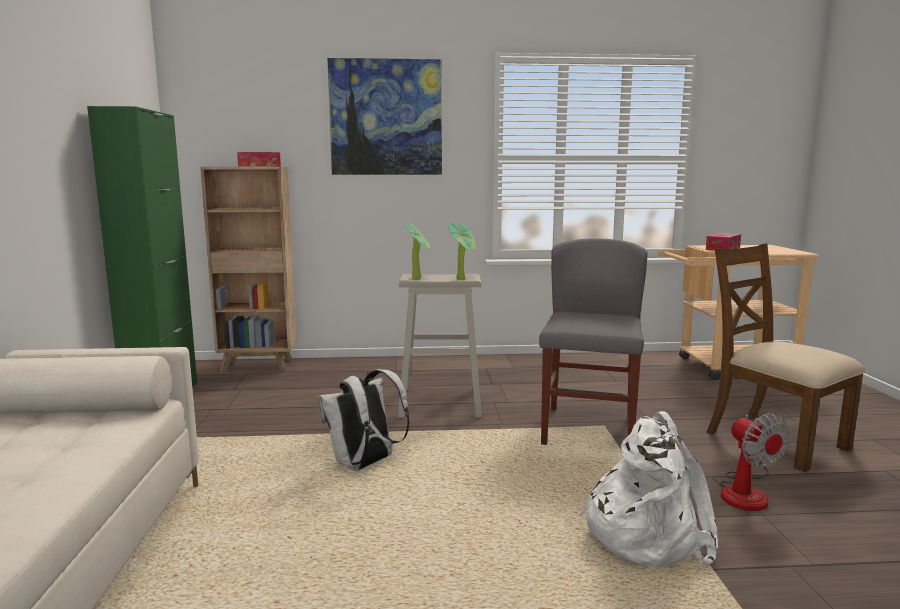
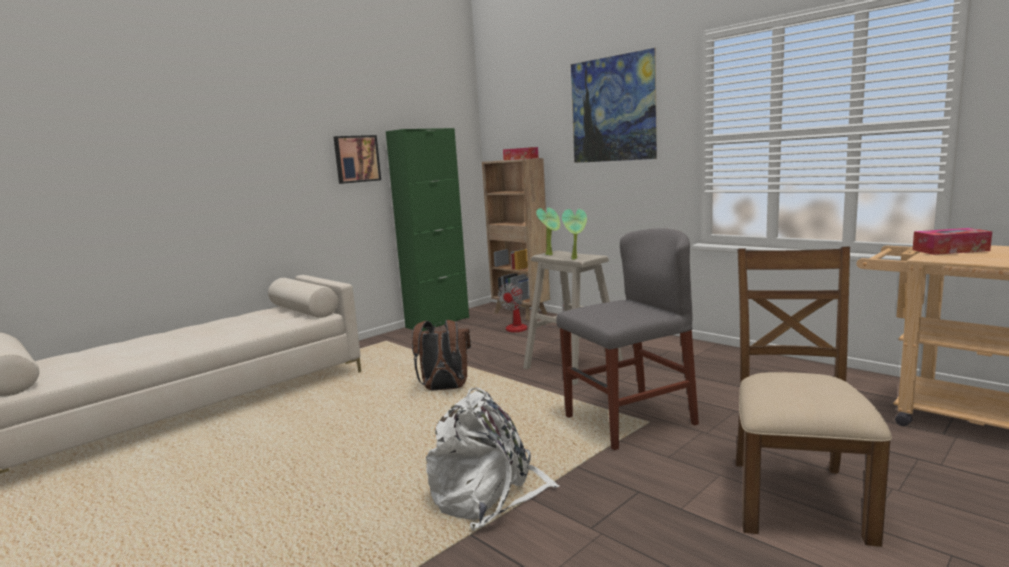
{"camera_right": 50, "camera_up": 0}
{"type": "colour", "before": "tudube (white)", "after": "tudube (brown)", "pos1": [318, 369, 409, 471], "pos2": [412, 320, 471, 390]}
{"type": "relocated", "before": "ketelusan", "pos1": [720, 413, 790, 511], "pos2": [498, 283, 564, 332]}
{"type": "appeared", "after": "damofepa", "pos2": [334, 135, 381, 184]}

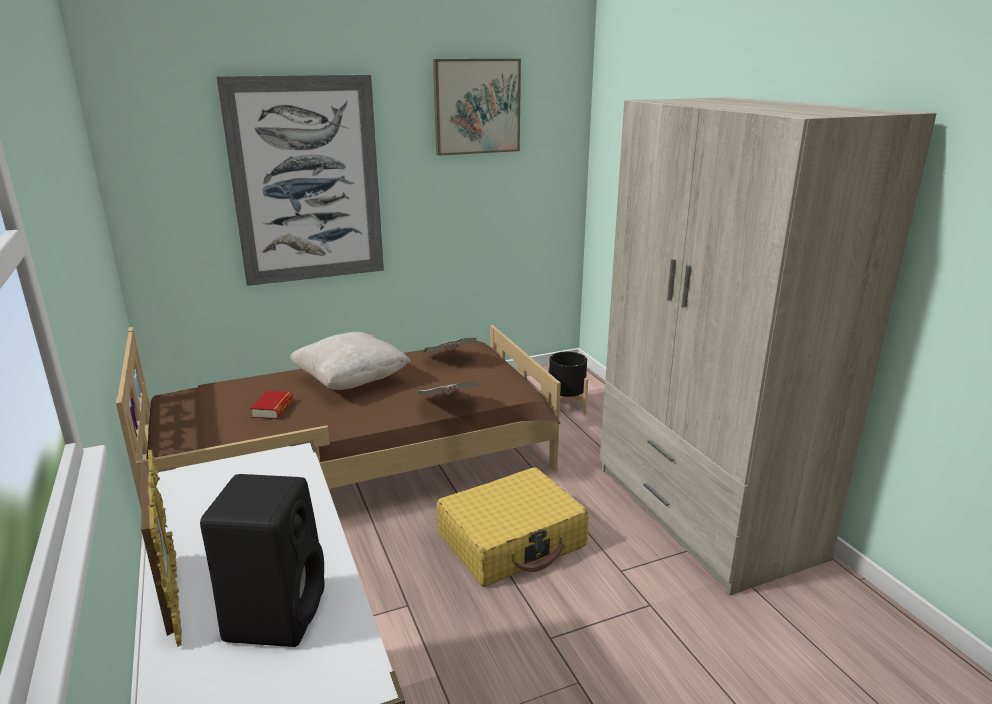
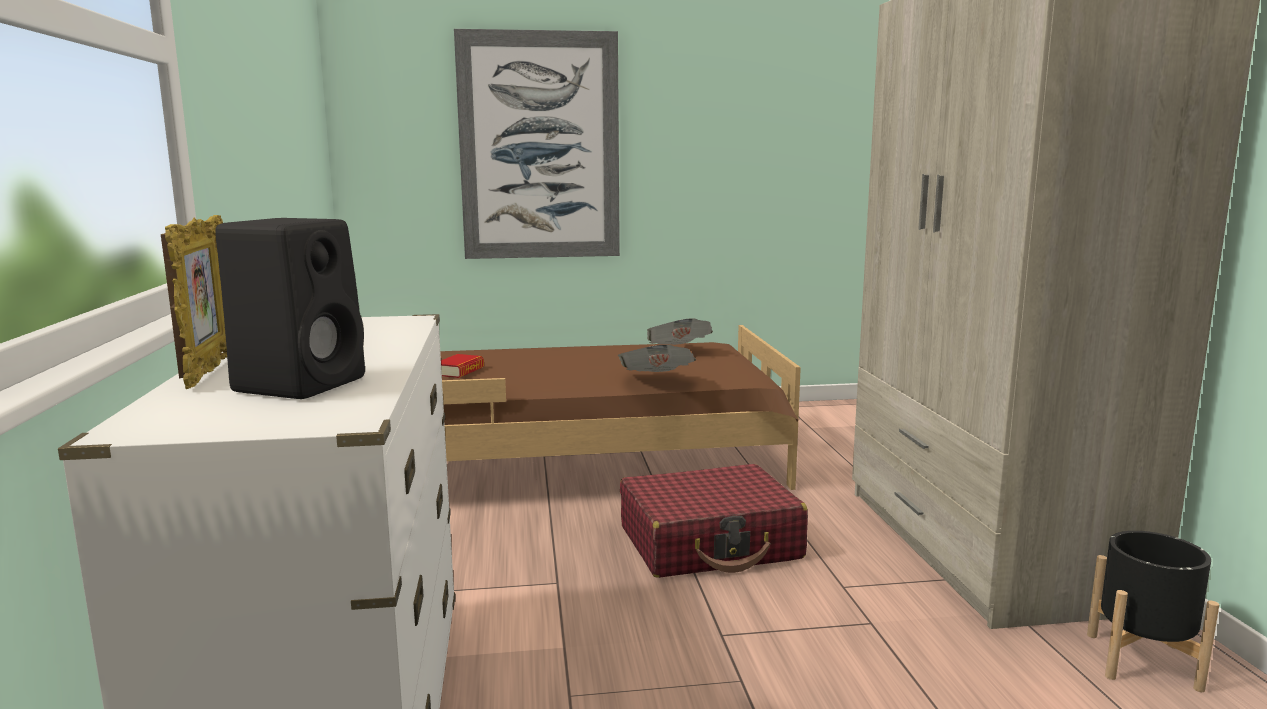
{"camera_right": 15, "camera_up": -10}
{"type": "missing", "before": "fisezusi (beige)", "pos1": [290, 332, 411, 390]}
{"type": "missing", "before": "damofepa", "pos1": [433, 59, 521, 156]}
{"type": "colour", "before": "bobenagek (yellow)", "after": "bobenagek (red)", "pos1": [436, 467, 589, 586], "pos2": [620, 464, 808, 578]}
{"type": "relocated", "before": "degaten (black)", "pos1": [548, 352, 588, 416], "pos2": [1087, 531, 1219, 692]}

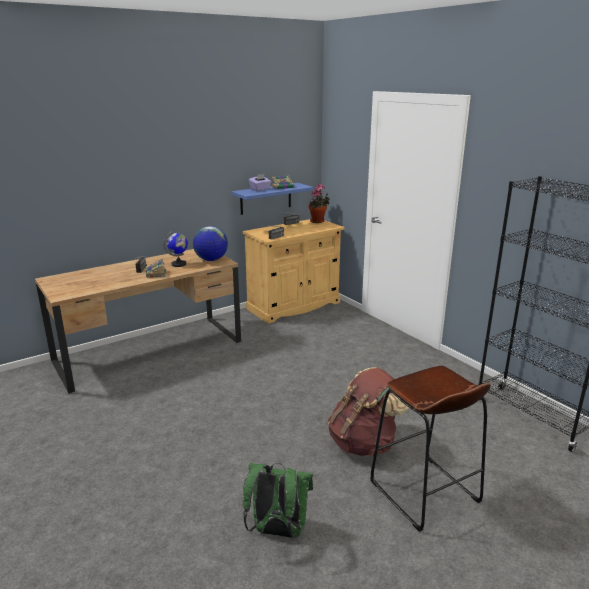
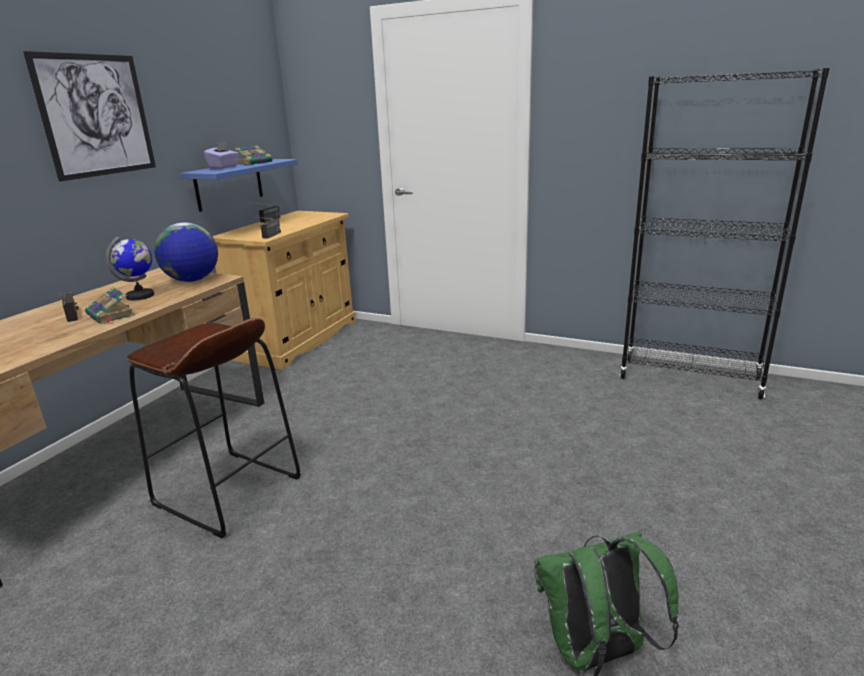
{"camera_right": -30, "camera_up": 0}
{"type": "missing", "before": "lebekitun", "pos1": [308, 184, 330, 223]}
{"type": "missing", "before": "tudube (brown)", "pos1": [327, 367, 409, 456]}
{"type": "relocated", "before": "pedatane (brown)", "pos1": [370, 366, 490, 532], "pos2": [127, 318, 301, 538]}
{"type": "appeared", "after": "damofepa", "pos2": [23, 51, 156, 181]}

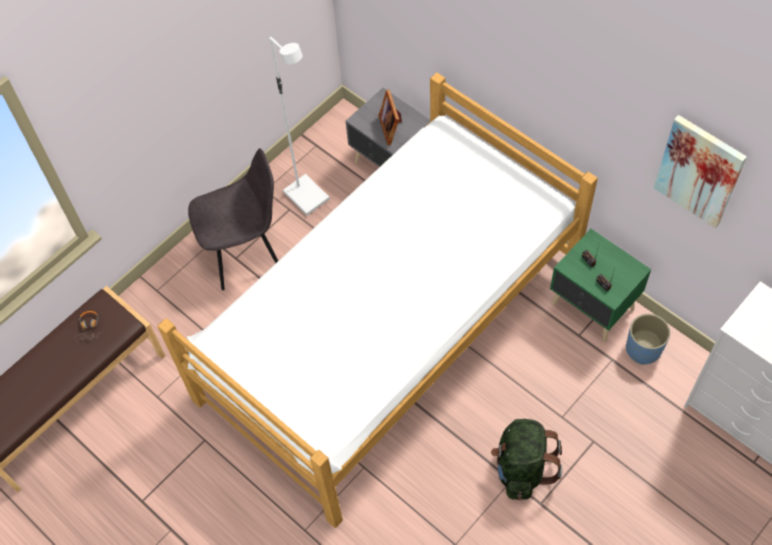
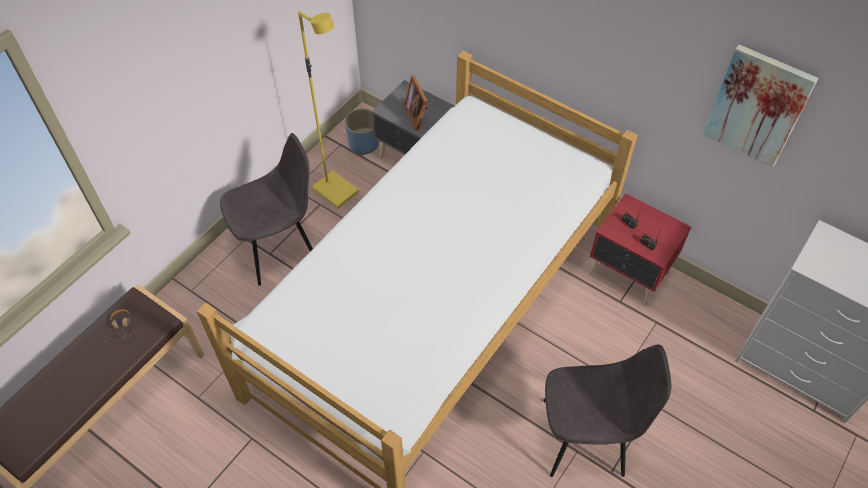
{"camera_right": -10, "camera_up": -5}
{"type": "colour", "before": "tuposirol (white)", "after": "tuposirol (yellow)", "pos1": [269, 37, 330, 216], "pos2": [298, 11, 359, 209]}
{"type": "exchanged", "before": "tudube (green)", "after": "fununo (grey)", "pos1": [491, 419, 563, 500], "pos2": [543, 345, 671, 477]}
{"type": "colour", "before": "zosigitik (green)", "after": "zosigitik (red)", "pos1": [550, 229, 651, 342], "pos2": [588, 193, 691, 306]}
{"type": "relocated", "before": "degaten (blue)", "pos1": [626, 314, 670, 365], "pos2": [345, 108, 379, 155]}

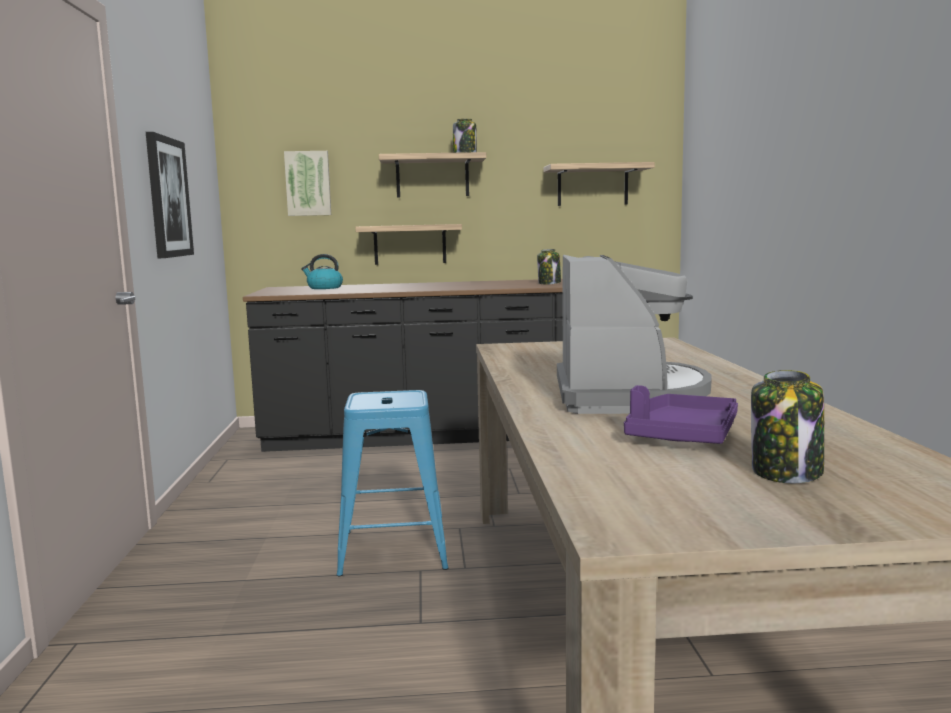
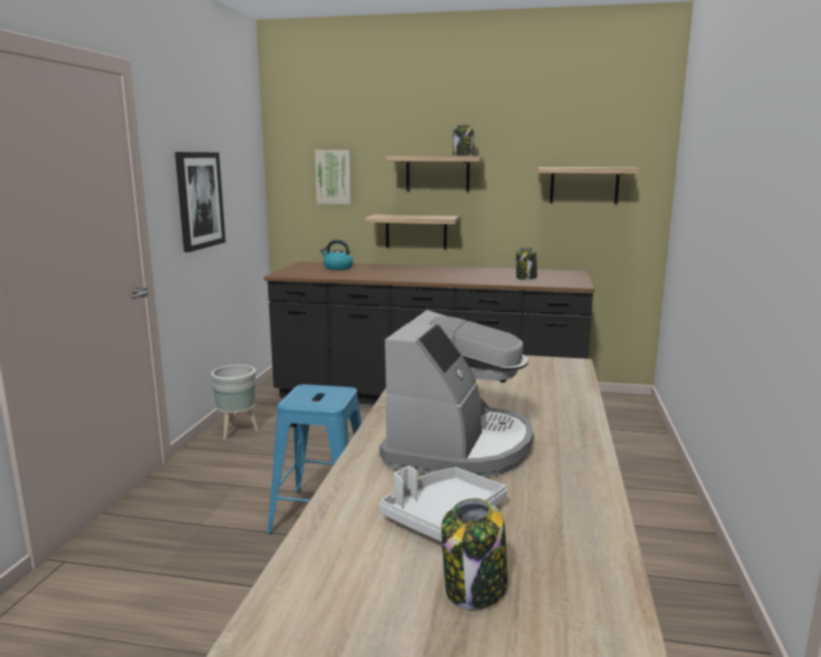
{"camera_right": 15, "camera_up": 5}
{"type": "colour", "before": "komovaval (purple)", "after": "komovaval (grey)", "pos1": [624, 385, 738, 444], "pos2": [379, 466, 507, 542]}
{"type": "appeared", "after": "degaten (grey)", "pos2": [211, 365, 259, 440]}

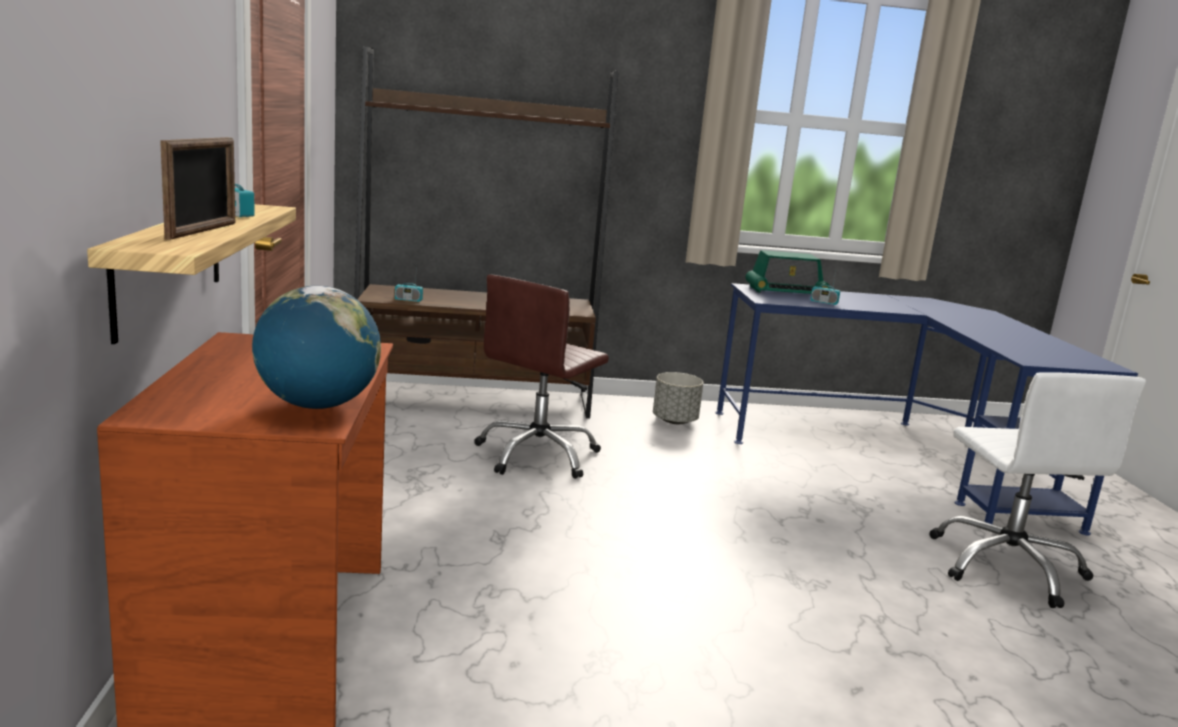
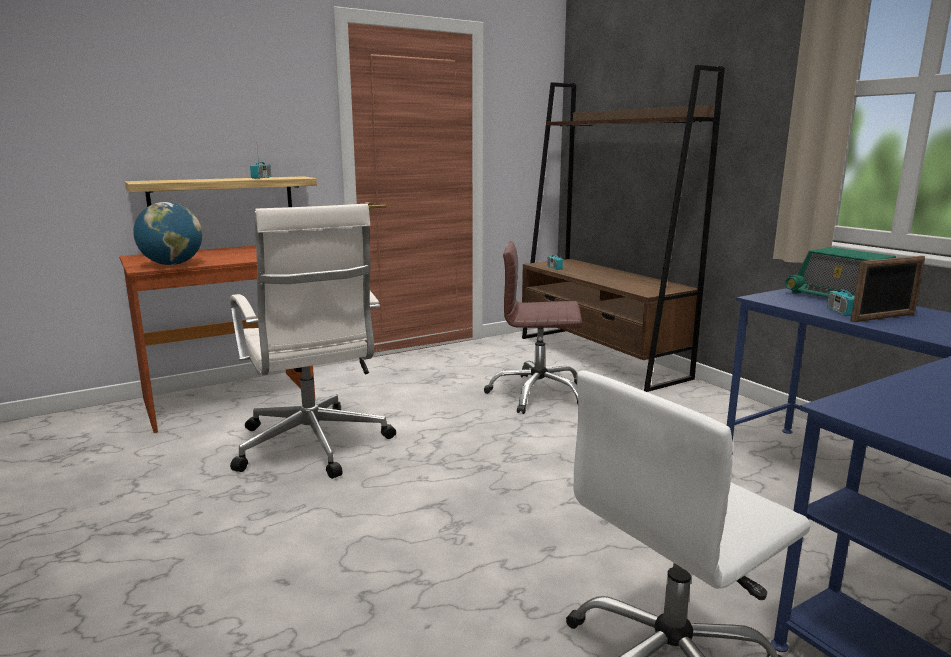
{"camera_right": 65, "camera_up": 0}
{"type": "relocated", "before": "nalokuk", "pos1": [160, 137, 235, 240], "pos2": [851, 256, 925, 322]}
{"type": "missing", "before": "degaten (grey)", "pos1": [653, 372, 703, 424]}
{"type": "appeared", "after": "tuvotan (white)", "pos2": [230, 204, 396, 479]}

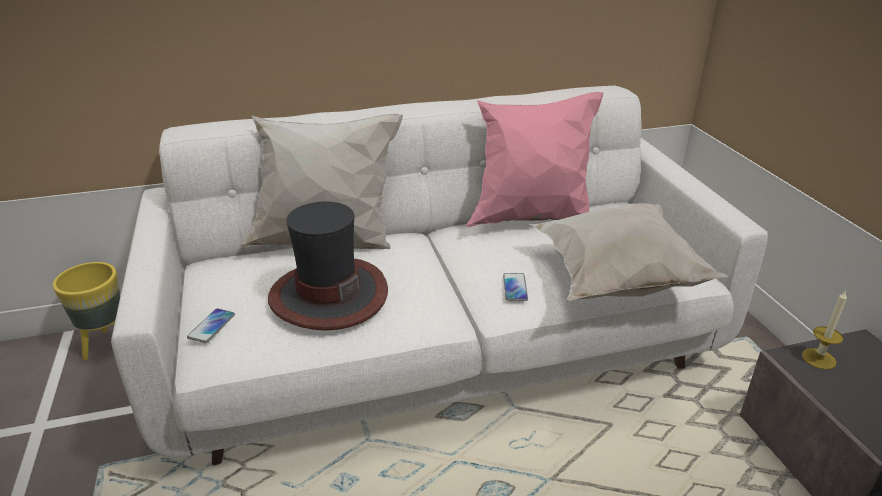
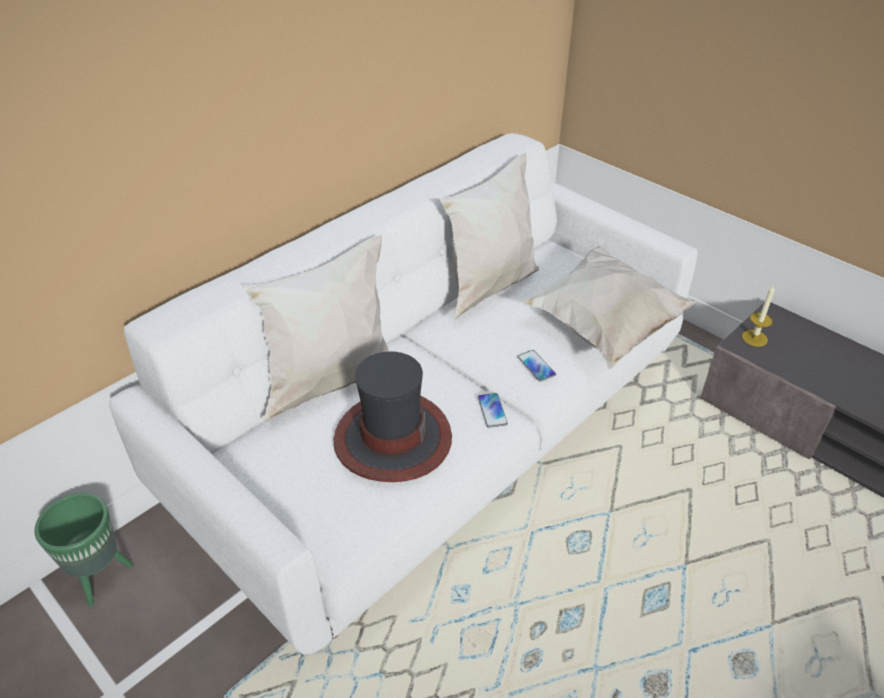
{"camera_right": -30, "camera_up": 10}
{"type": "colour", "before": "degaten (yellow)", "after": "degaten (green)", "pos1": [53, 262, 120, 361], "pos2": [34, 493, 134, 606]}
{"type": "relocated", "before": "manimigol", "pos1": [187, 309, 235, 343], "pos2": [478, 393, 508, 428]}
{"type": "colour", "before": "fisezusi (pink)", "after": "fisezusi (white)", "pos1": [466, 92, 603, 227], "pos2": [439, 153, 539, 320]}

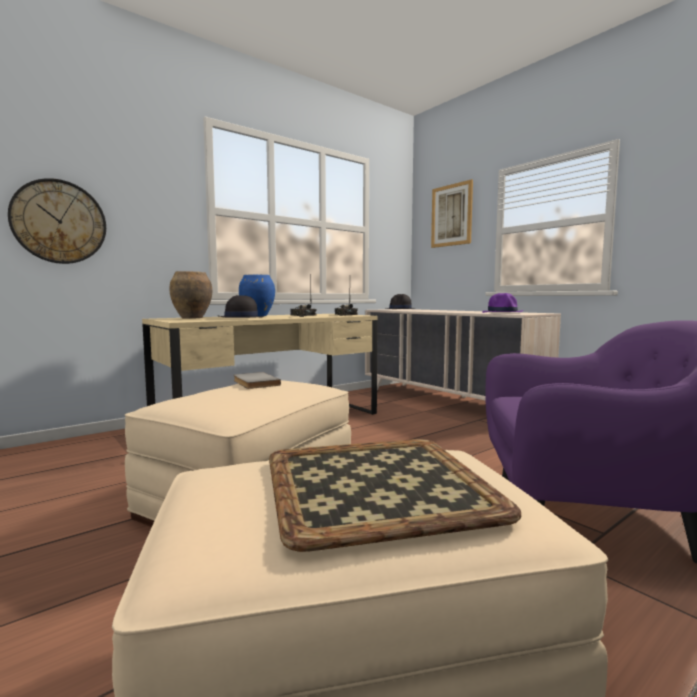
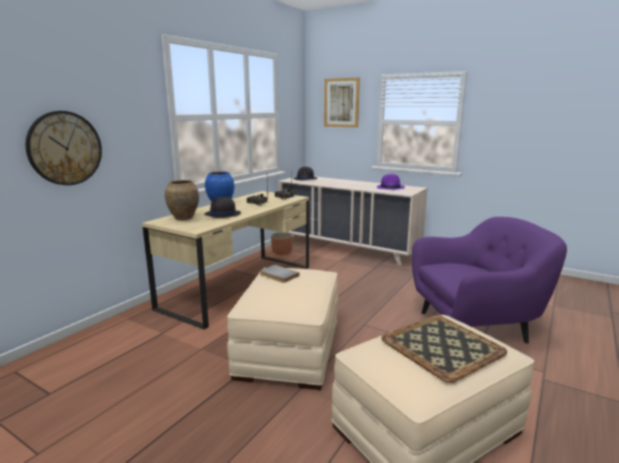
{"camera_right": -20, "camera_up": 10}
{"type": "appeared", "after": "degaten", "pos2": [271, 232, 293, 255]}

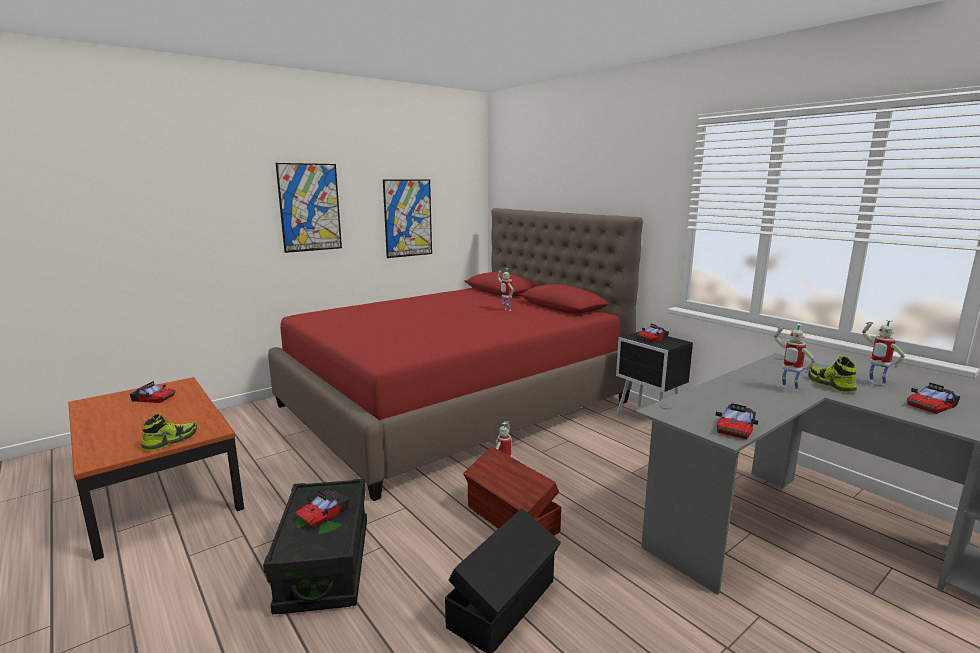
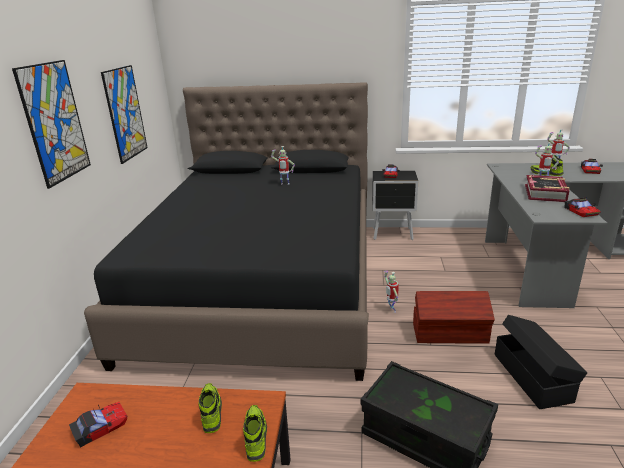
{"camera_right": -45, "camera_up": 10}
{"type": "colour", "before": "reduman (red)", "after": "reduman (black)", "pos1": [268, 208, 643, 501], "pos2": [84, 82, 369, 381]}
{"type": "missing", "before": "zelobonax", "pos1": [295, 490, 349, 527]}
{"type": "appeared", "after": "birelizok", "pos2": [198, 383, 222, 433]}
{"type": "appeared", "after": "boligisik", "pos2": [525, 175, 569, 202]}

